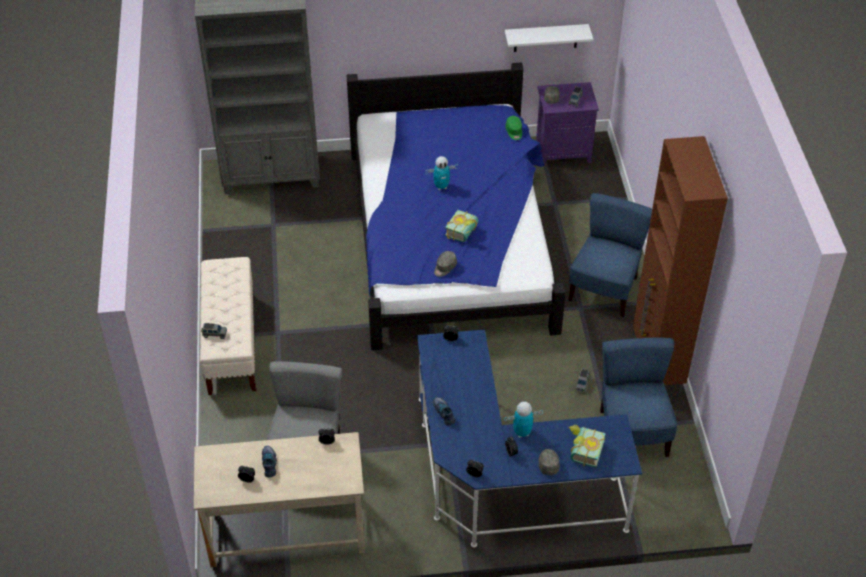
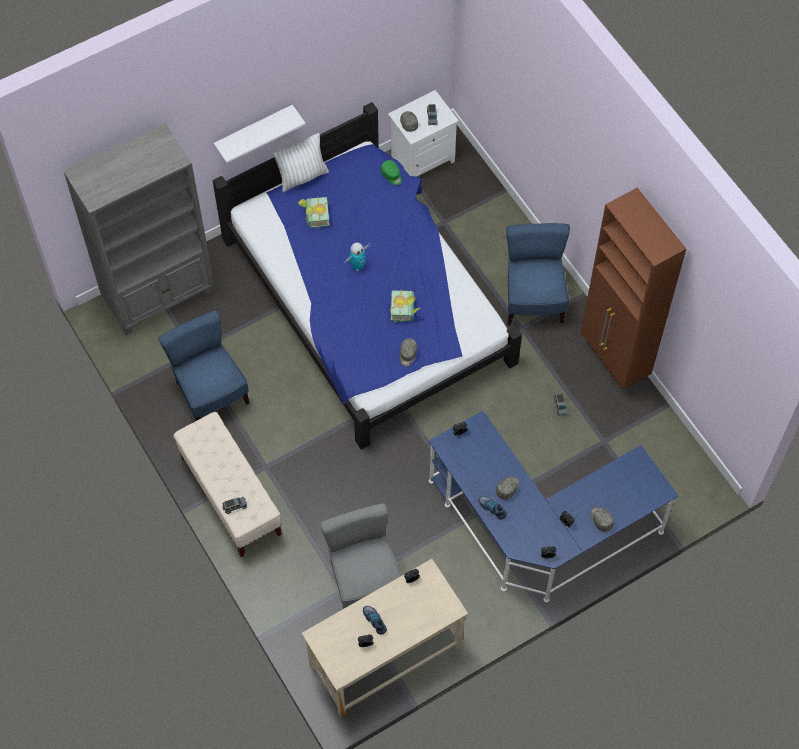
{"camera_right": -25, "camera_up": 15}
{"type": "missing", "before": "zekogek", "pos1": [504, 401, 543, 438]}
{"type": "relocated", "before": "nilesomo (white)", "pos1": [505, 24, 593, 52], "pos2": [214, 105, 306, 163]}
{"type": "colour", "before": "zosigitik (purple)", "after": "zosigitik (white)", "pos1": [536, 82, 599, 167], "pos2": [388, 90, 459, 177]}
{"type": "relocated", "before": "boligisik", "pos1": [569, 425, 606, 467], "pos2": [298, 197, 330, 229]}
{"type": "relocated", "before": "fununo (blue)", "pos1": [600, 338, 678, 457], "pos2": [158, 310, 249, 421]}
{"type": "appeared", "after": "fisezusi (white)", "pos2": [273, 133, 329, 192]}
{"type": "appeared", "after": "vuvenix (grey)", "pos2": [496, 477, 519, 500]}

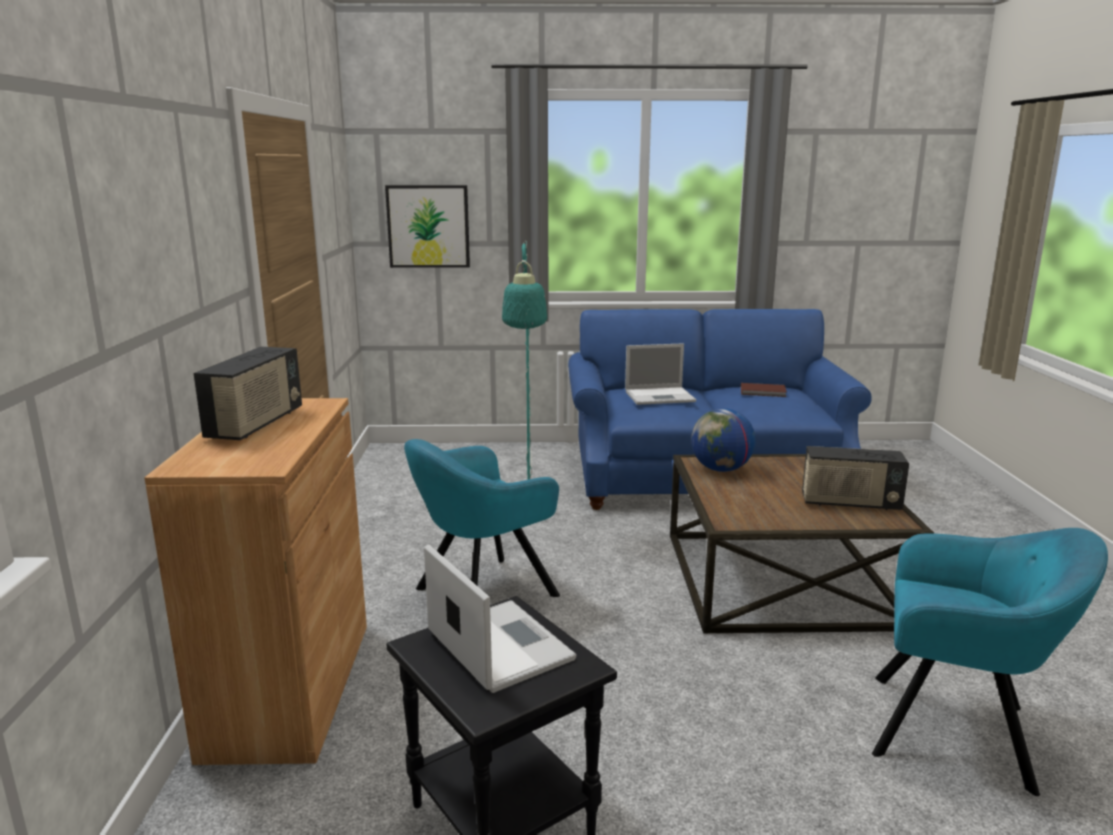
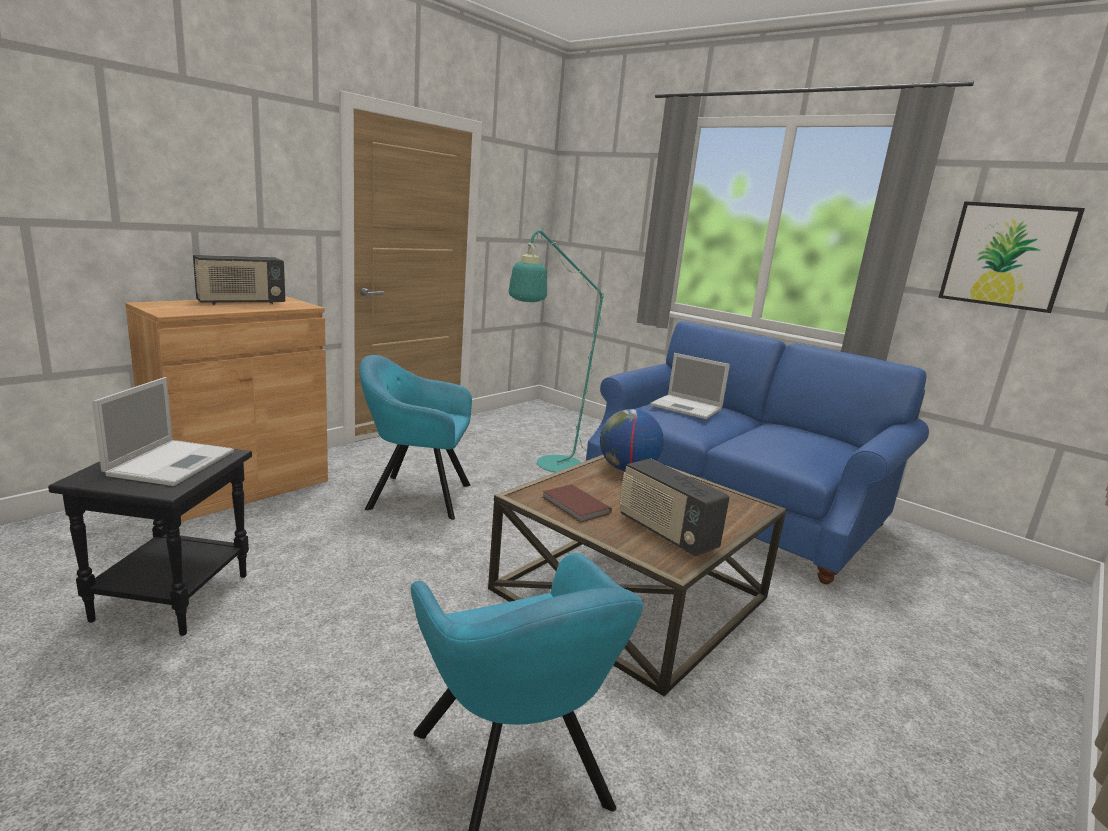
{"camera_right": 40, "camera_up": 0}
{"type": "relocated", "before": "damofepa", "pos1": [385, 185, 470, 268], "pos2": [938, 201, 1085, 313]}
{"type": "relocated", "before": "boligisik (brown)", "pos1": [741, 383, 787, 397], "pos2": [542, 484, 612, 523]}

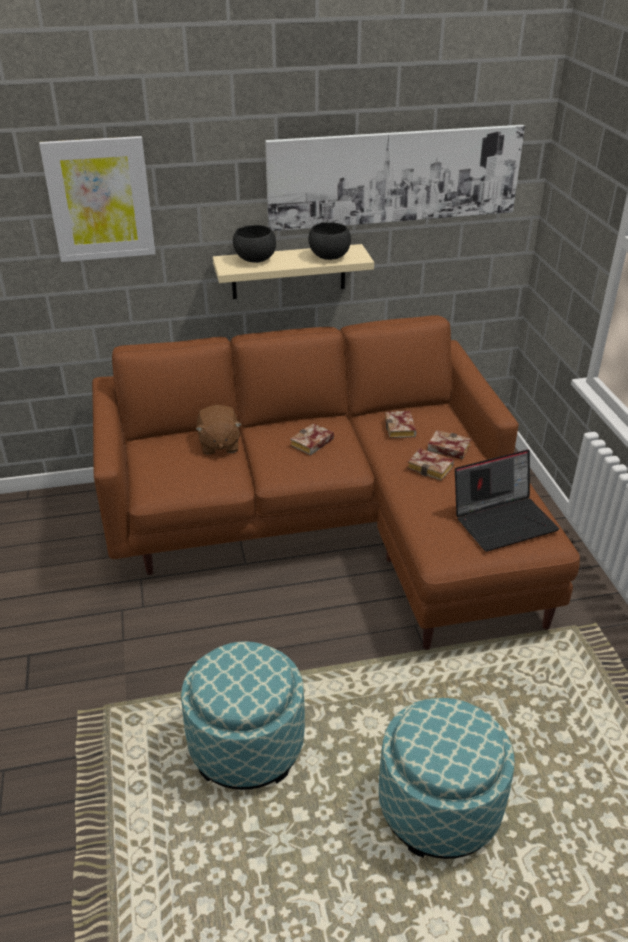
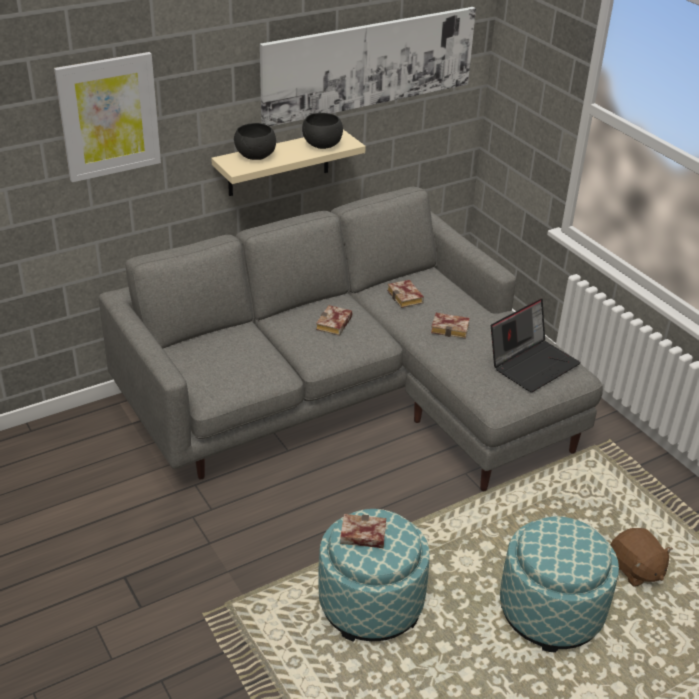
{"camera_right": -20, "camera_up": 0}
{"type": "colour", "before": "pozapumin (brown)", "after": "pozapumin (grey)", "pos1": [92, 315, 580, 650], "pos2": [98, 187, 603, 491]}
{"type": "relocated", "before": "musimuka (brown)", "pos1": [196, 405, 242, 454], "pos2": [611, 528, 673, 587]}
{"type": "relocated", "before": "boligisik", "pos1": [427, 430, 471, 460], "pos2": [340, 514, 386, 548]}

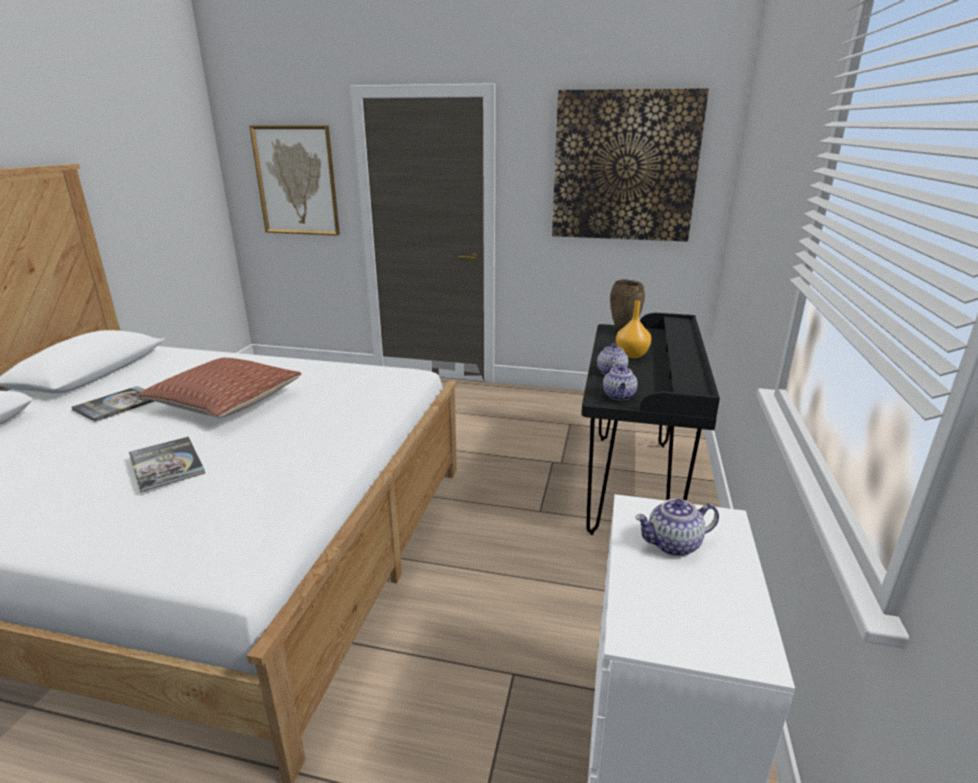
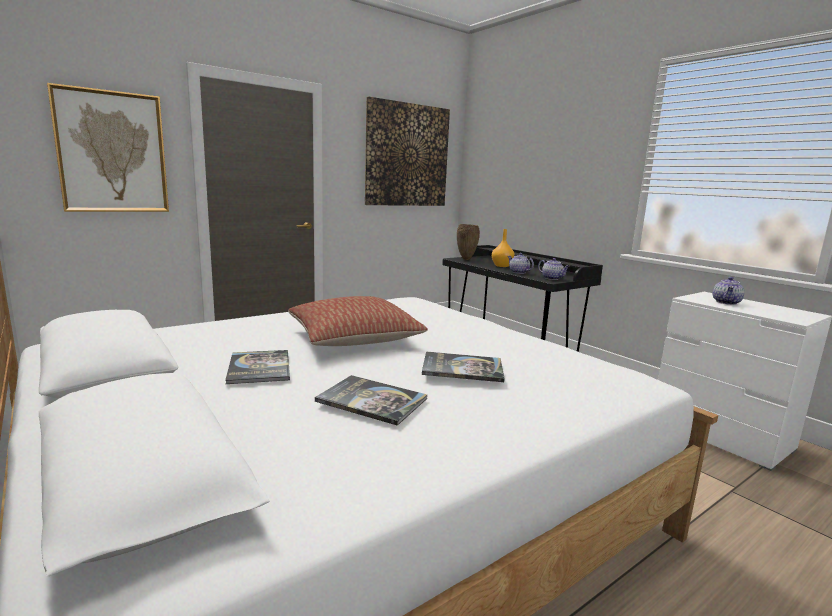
{"camera_right": -50, "camera_up": -10}
{"type": "appeared", "after": "boligisik", "pos2": [315, 375, 427, 426]}

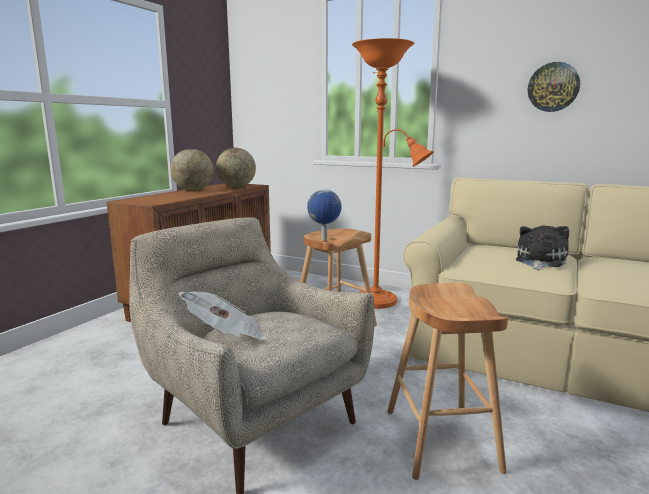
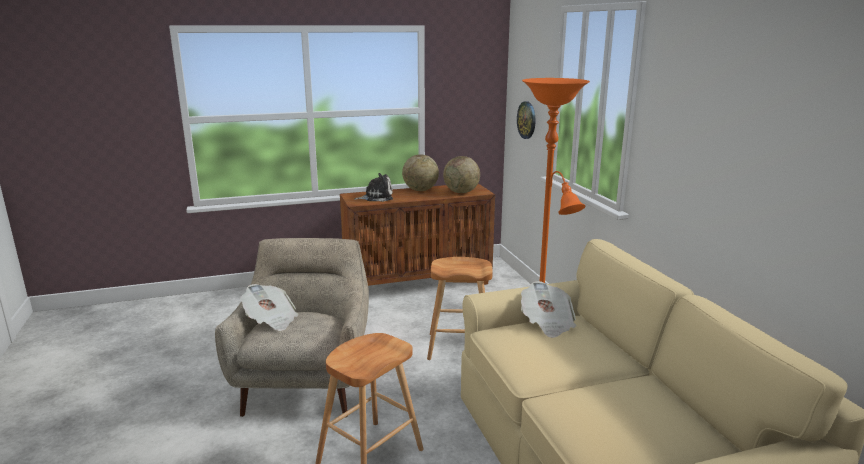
{"camera_right": 45, "camera_up": 5}
{"type": "missing", "before": "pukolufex", "pos1": [307, 189, 342, 240]}
{"type": "relocated", "before": "musimuka", "pos1": [516, 225, 569, 270], "pos2": [354, 173, 393, 202]}
{"type": "relocated", "before": "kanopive", "pos1": [528, 62, 580, 112], "pos2": [517, 101, 536, 139]}
{"type": "appeared", "after": "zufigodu", "pos2": [521, 281, 576, 338]}

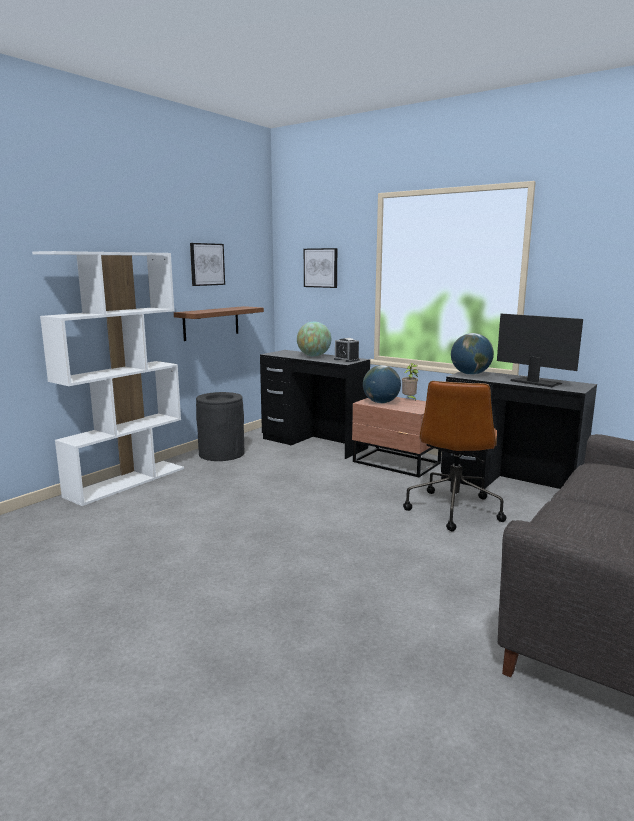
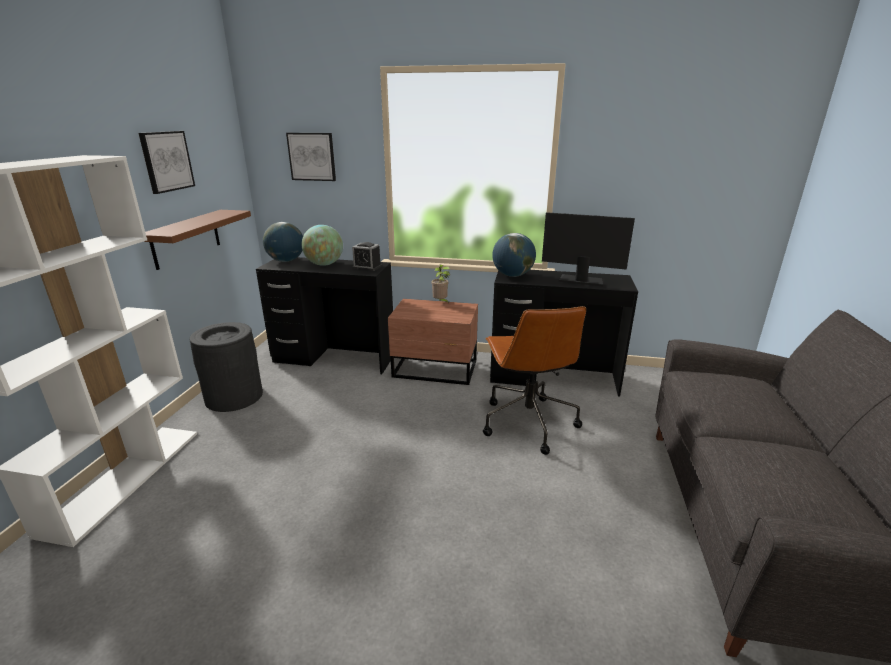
{"camera_right": -25, "camera_up": 10}
{"type": "relocated", "before": "pukolufex", "pos1": [363, 365, 401, 403], "pos2": [263, 222, 303, 262]}

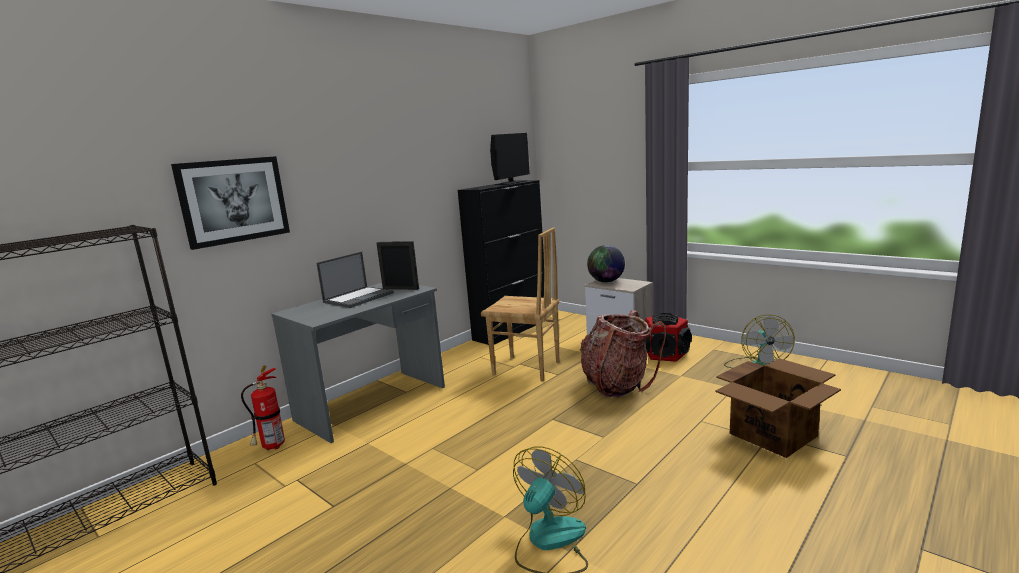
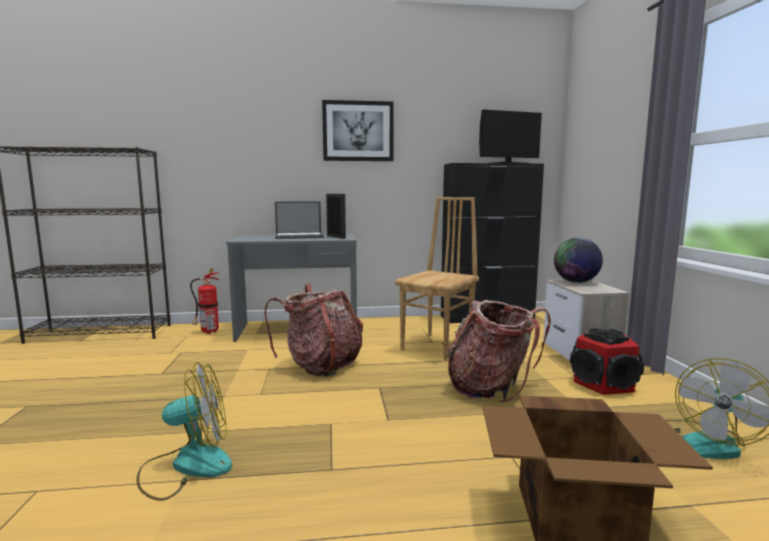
{"camera_right": 40, "camera_up": -5}
{"type": "relocated", "before": "damofepa", "pos1": [171, 156, 290, 250], "pos2": [322, 100, 394, 161]}
{"type": "spun", "before": "fununo (brown)", "pos1": [481, 227, 560, 381], "pos2": [395, 197, 479, 361], "turn": -120}
{"type": "appeared", "after": "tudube", "pos2": [264, 284, 363, 377]}

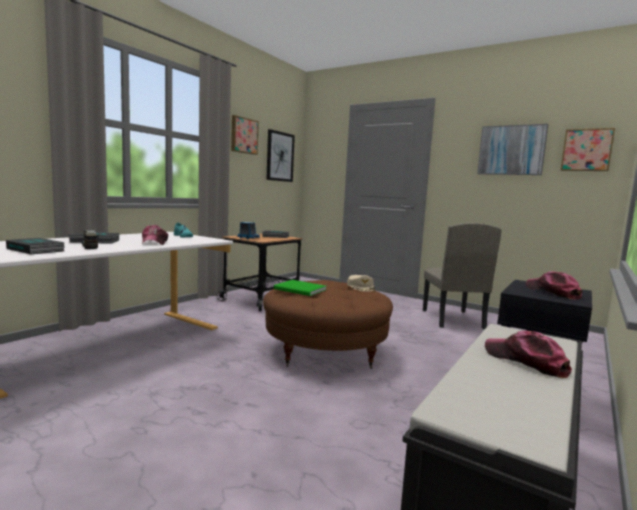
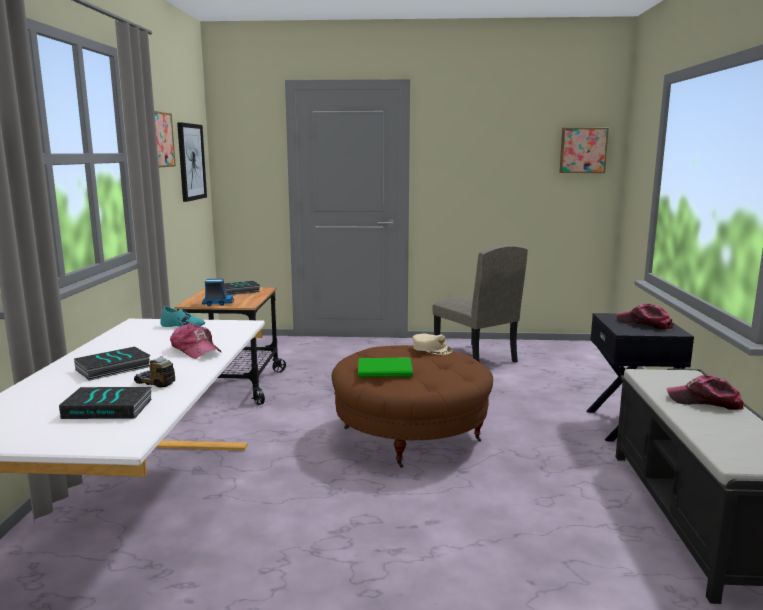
{"camera_right": -30, "camera_up": 5}
{"type": "missing", "before": "damofepa", "pos1": [477, 124, 548, 175]}

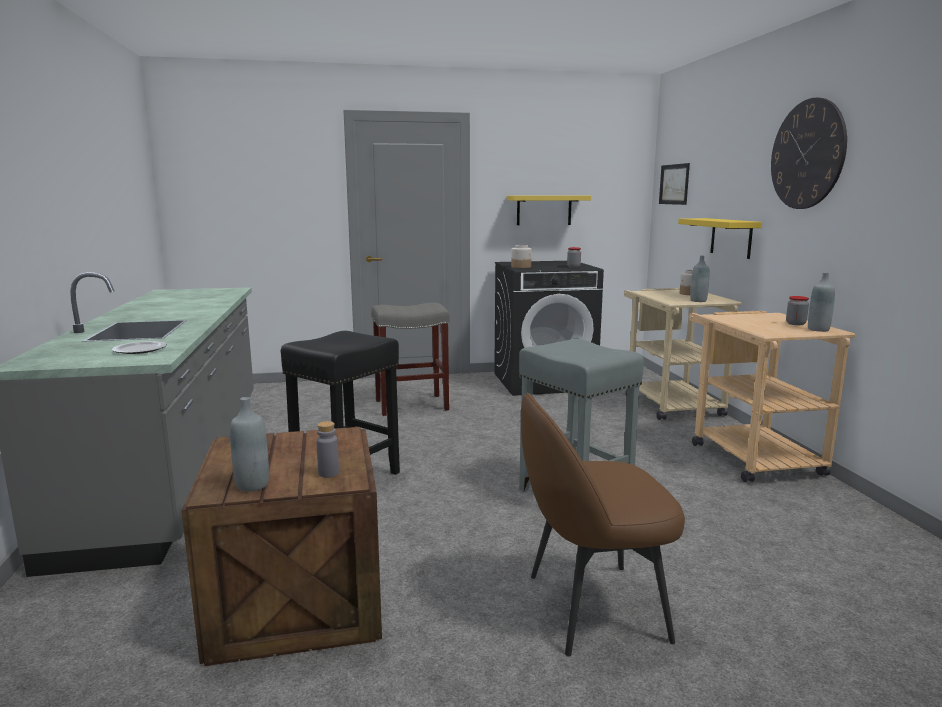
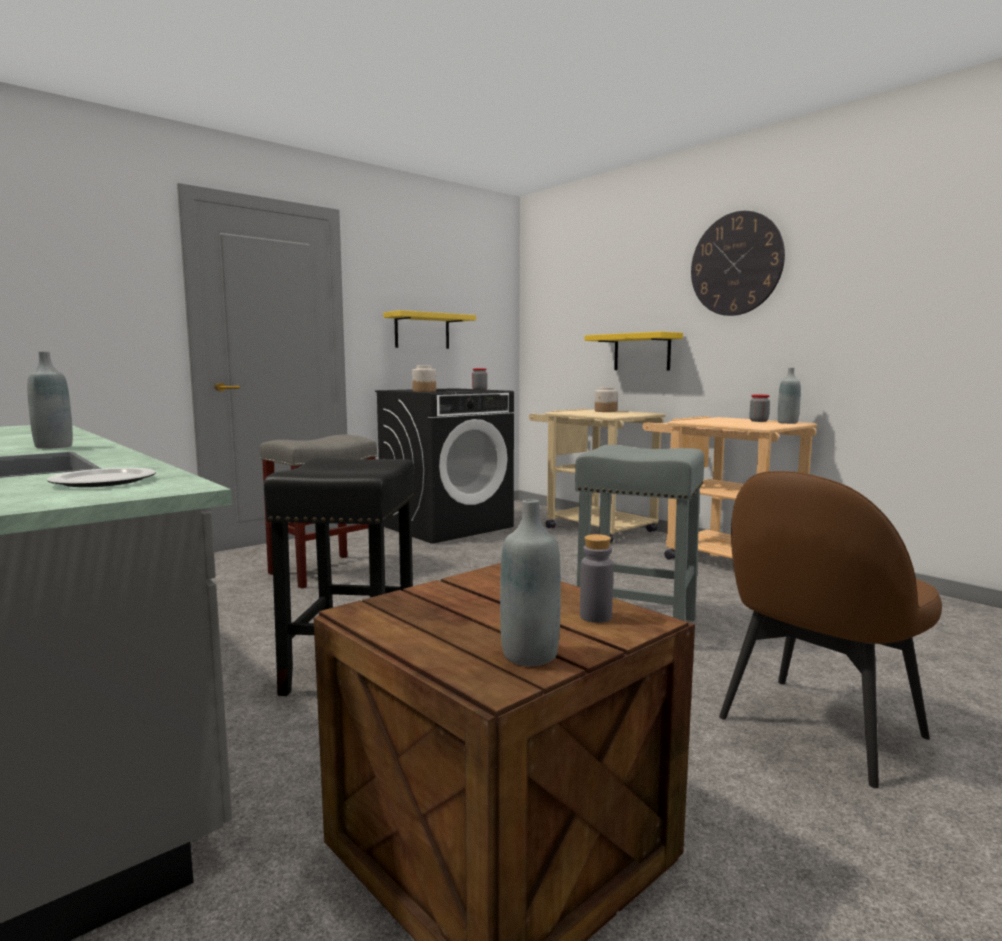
{"camera_right": -30, "camera_up": -5}
{"type": "missing", "before": "damofepa", "pos1": [659, 163, 690, 205]}
{"type": "relocated", "before": "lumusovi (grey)", "pos1": [690, 255, 710, 302], "pos2": [27, 351, 73, 449]}

